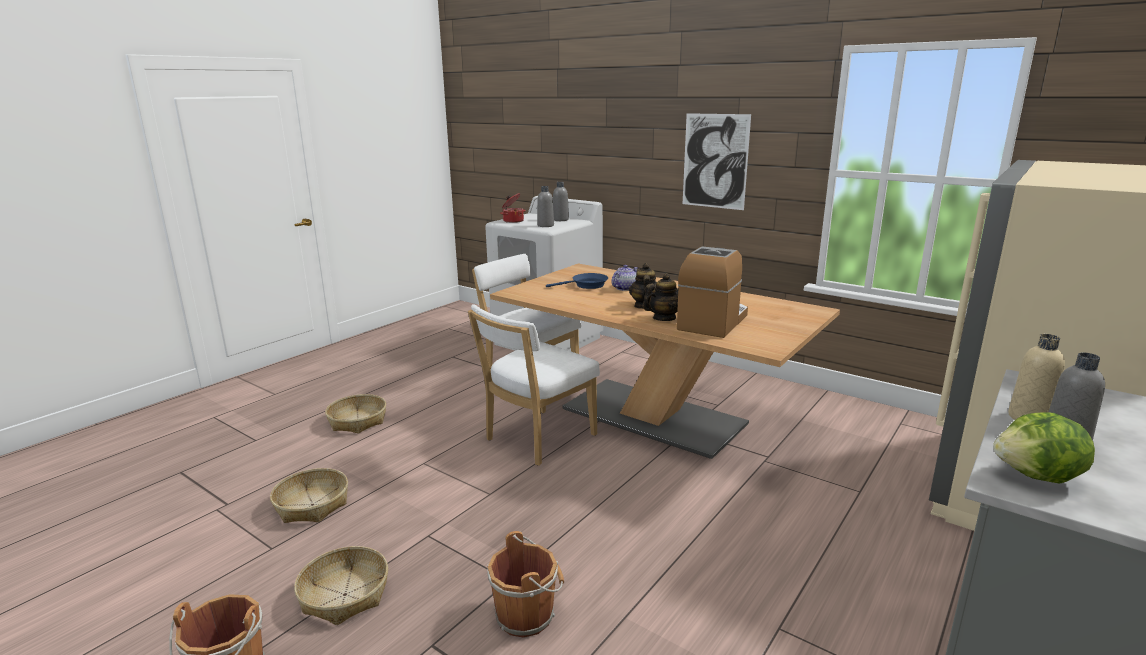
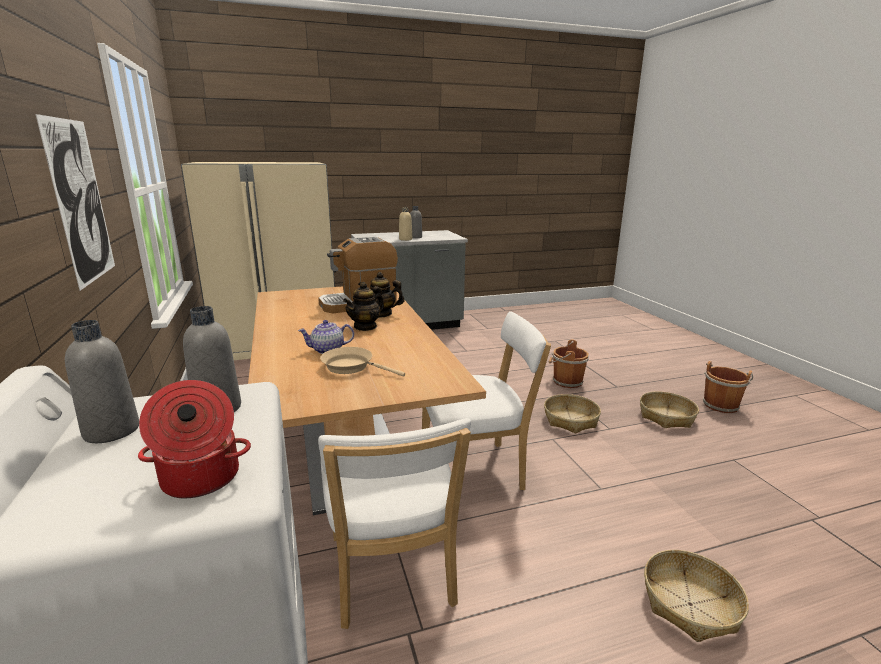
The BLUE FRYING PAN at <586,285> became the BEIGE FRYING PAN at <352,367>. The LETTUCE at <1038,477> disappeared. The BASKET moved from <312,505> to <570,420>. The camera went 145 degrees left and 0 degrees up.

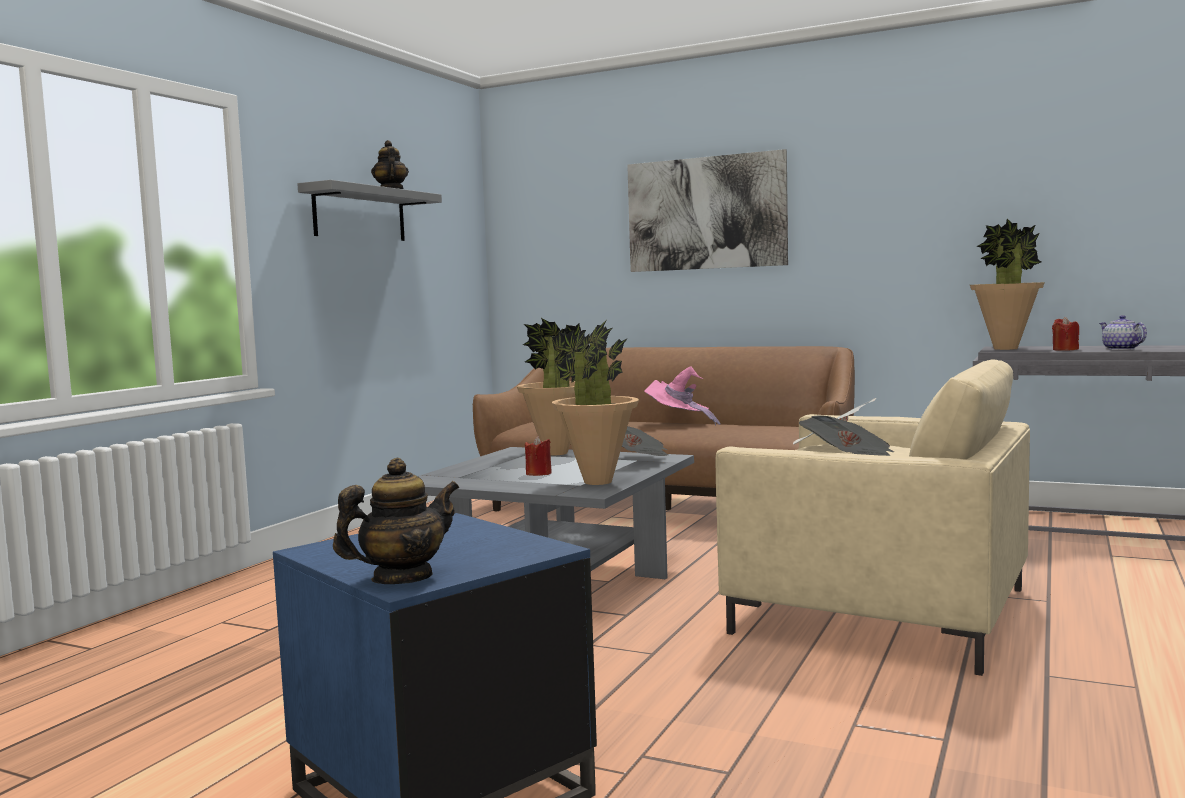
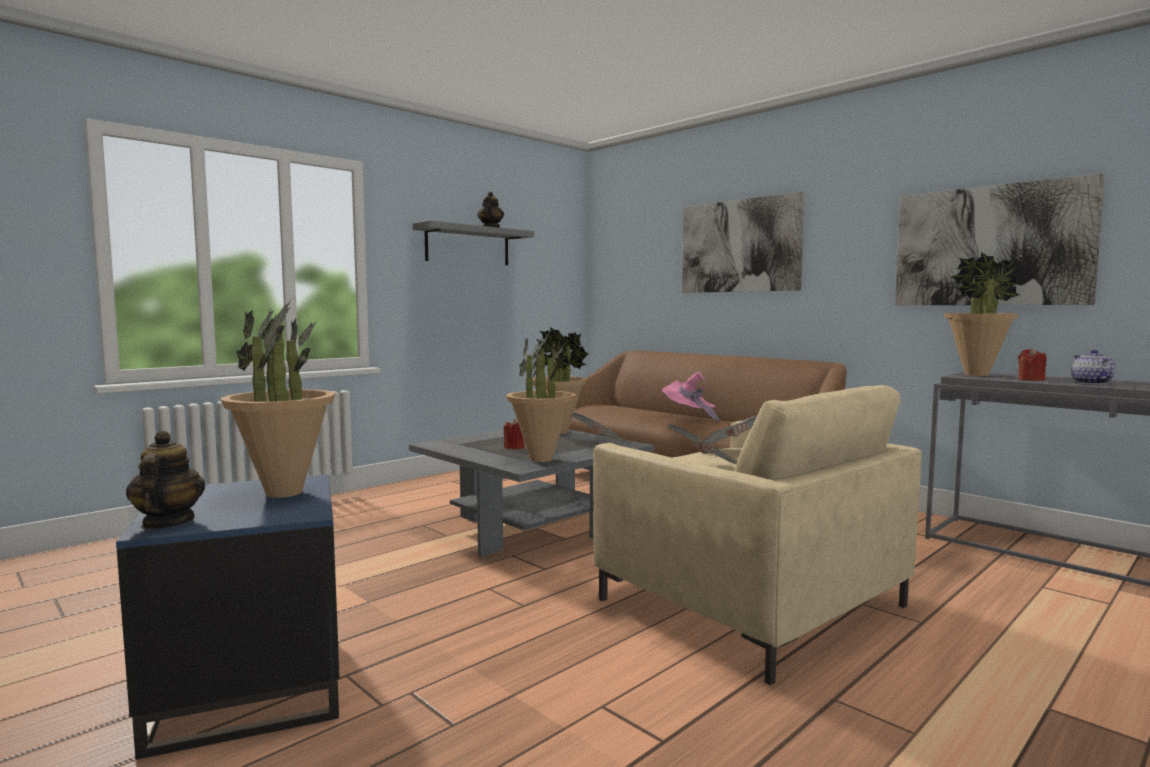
The TEAPOT at <401,578> turned 90 degrees counterclockwise. The PICTURE at <990,246> appeared. The POTTED PLANT at <283,493> appeared. The camera went 20 degrees right and 0 degrees up.

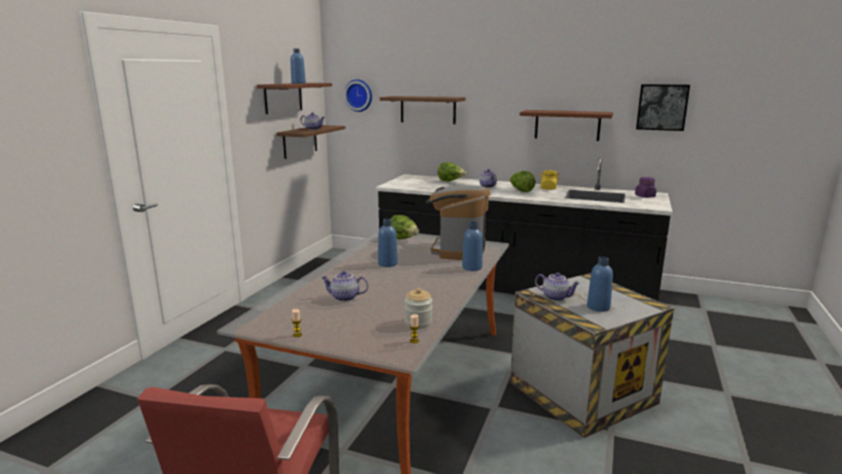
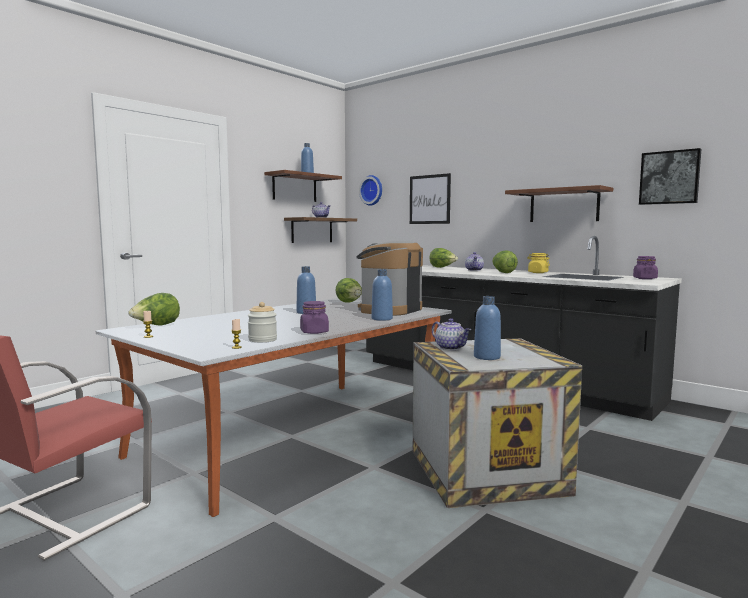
The BROWN SHELF at <428,109> was replaced by the PICTURE at <429,199>. The TEAPOT at <344,298> disappeared. The LETTUCE at <156,326> appeared. The PURPLE JAR at <314,332> appeared. The camera went 20 degrees right and 10 degrees down.

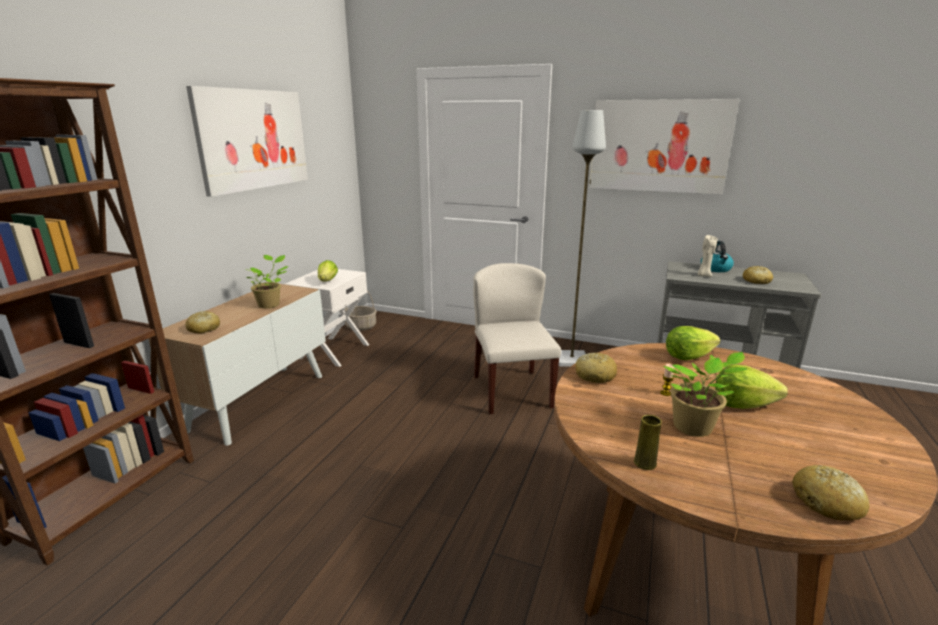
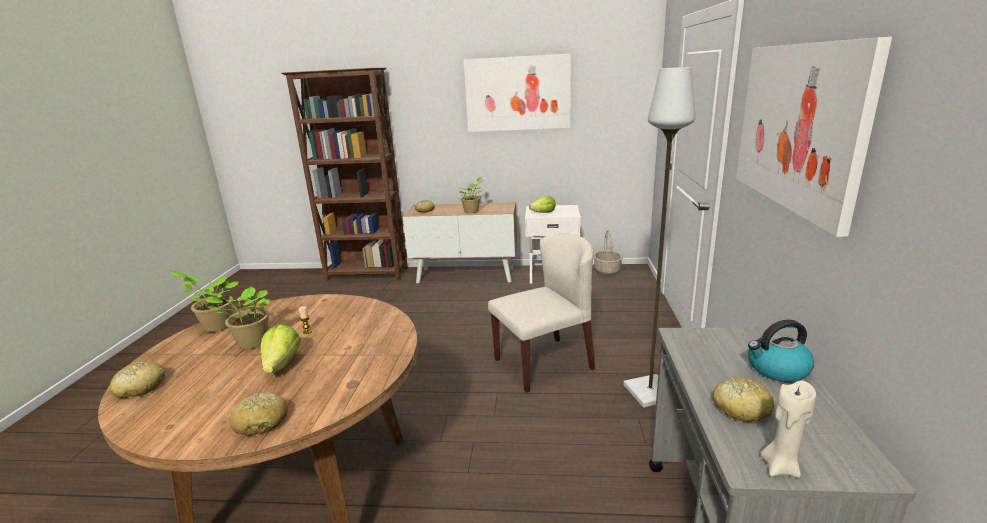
The BEIGE CANDLE moved from <703,275> to <780,467>. The LETTUCE at <687,357> disappeared. The BREAD moved from <594,375> to <262,422>. The YELLOW VASE at <644,463> was replaced by the POTTED PLANT at <216,326>. The camera went 75 degrees right and 0 degrees up.

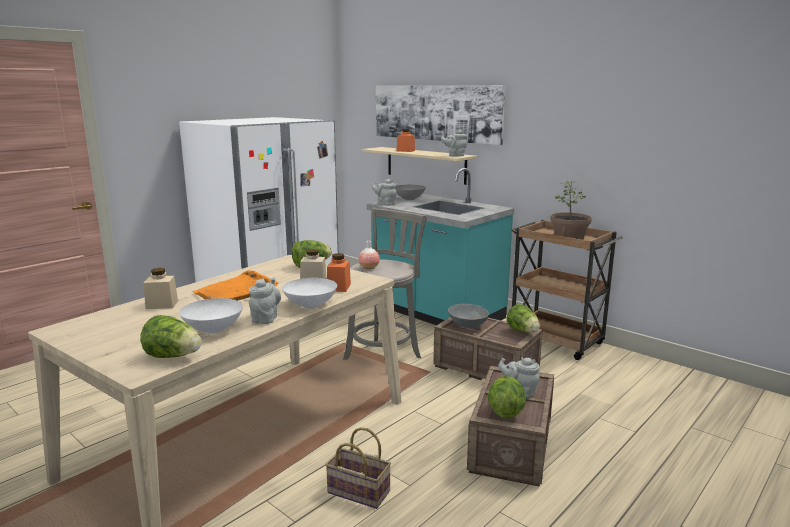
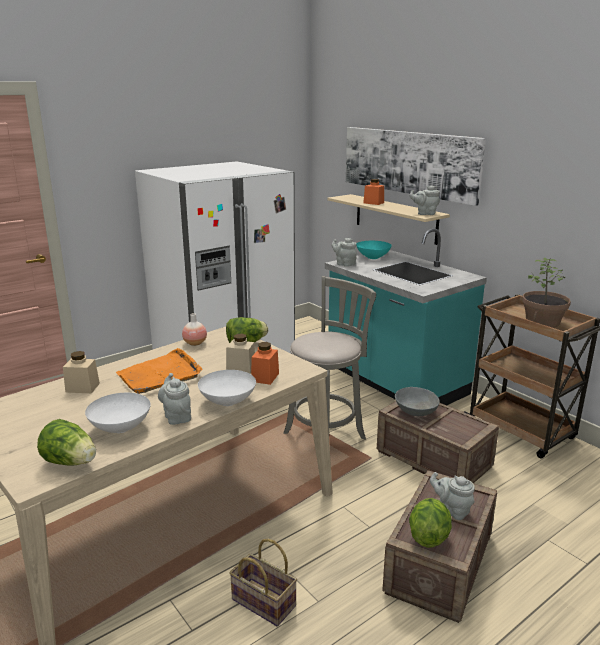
The GREY BOWL at <410,199> became the TURQUOISE BOWL at <373,257>. The VASE moved from <369,267> to <195,343>. The GREY TEAPOT at <265,318> turned 45 degrees counterclockwise. The LETTUCE at <523,331> disappeared. The camera went 10 degrees right and 5 degrees up.

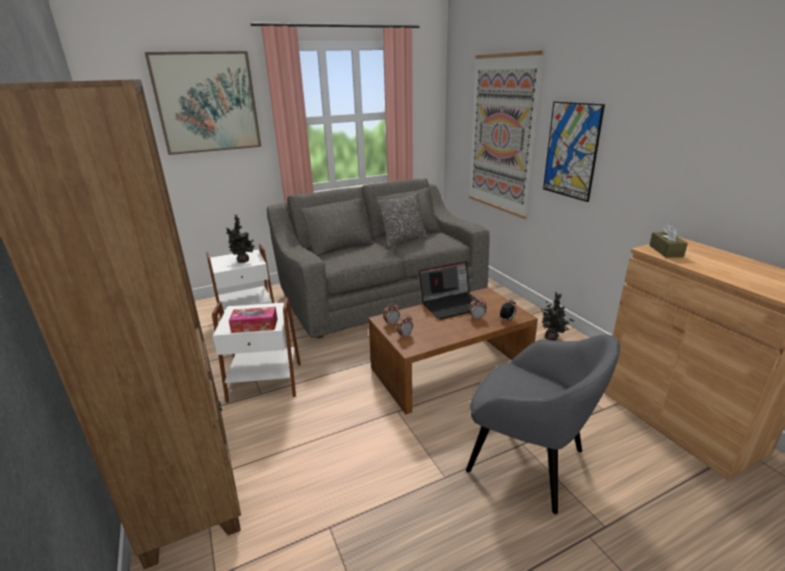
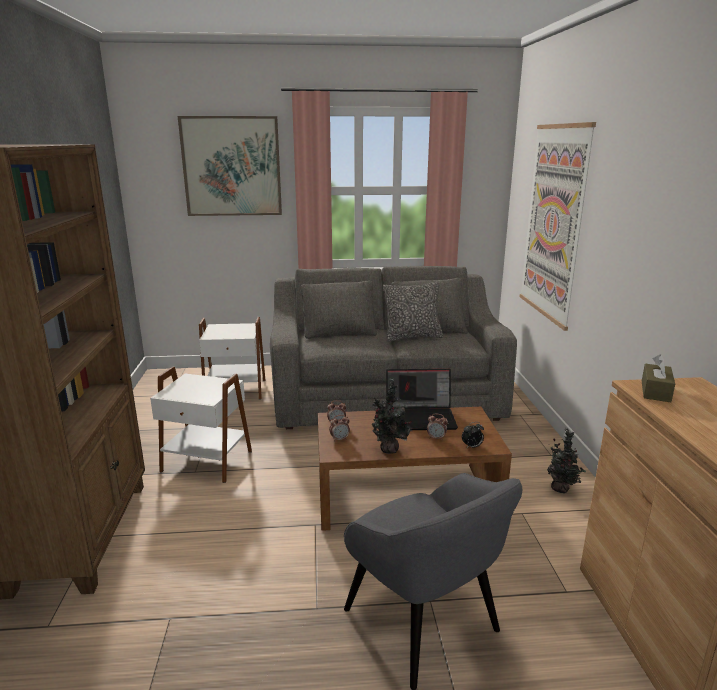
The PICTURE at <571,150> disappeared. The POTTED PLANT moved from <243,261> to <389,450>. The TISSUE BOX at <255,325> disappeared. The camera went 20 degrees right and 5 degrees down.

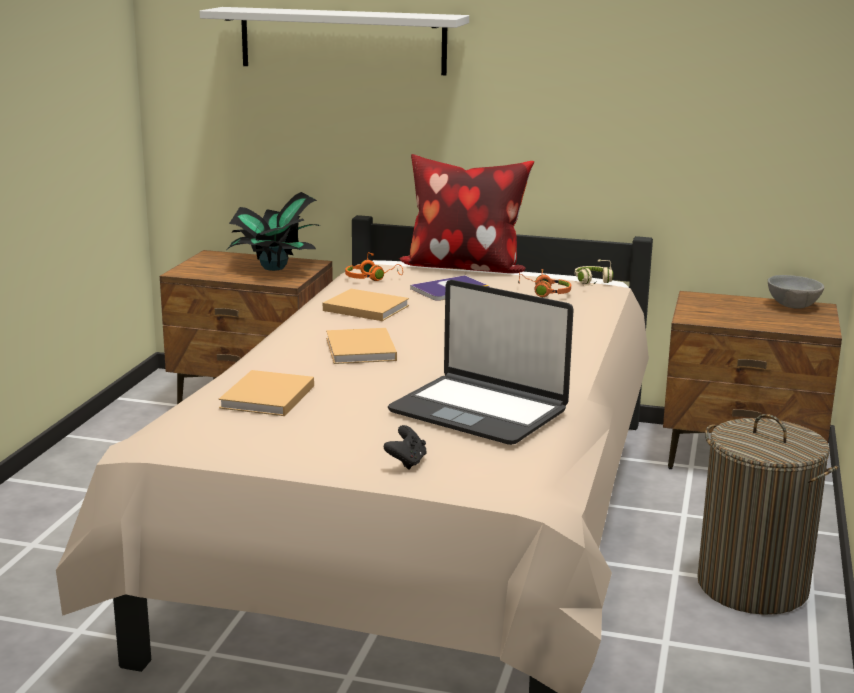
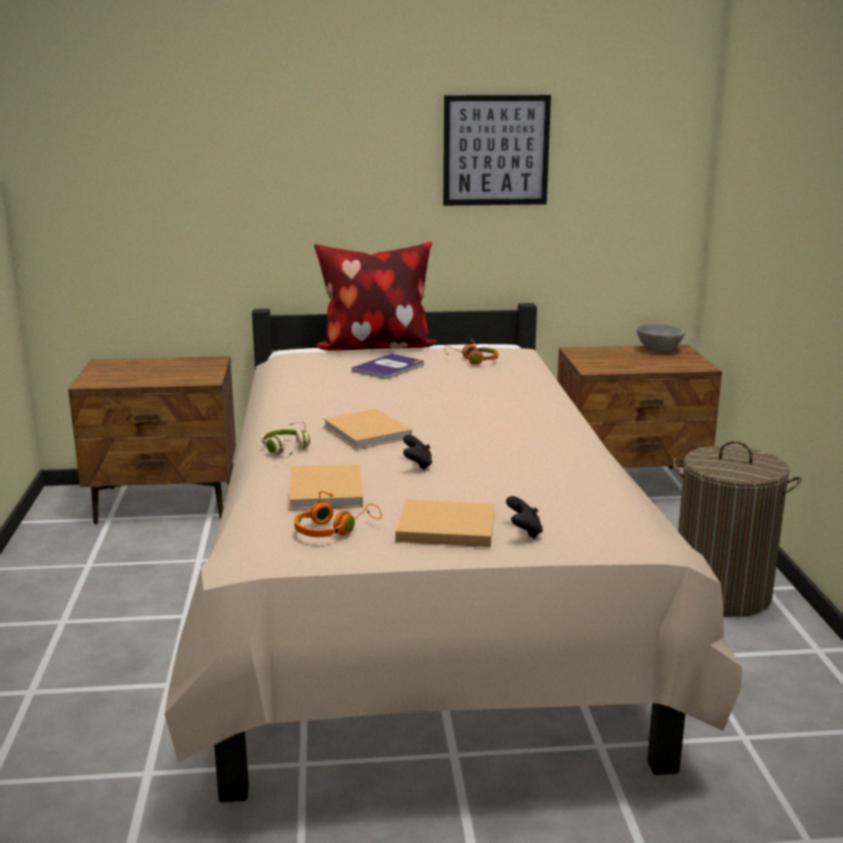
The WHITE SHELF at <342,40> disappeared. The POTTED PLANT at <274,268> disappeared. The ORANGE HEADPHONES moved from <371,278> to <333,530>. The BEIGE HEADPHONES moved from <592,282> to <285,451>. The LAPTOP at <479,411> disappeared. The BEIGE BOOK moved from <364,308> to <443,527>. The PICTURE at <496,150> appeared. The BLACK GAME CONTROLLER at <417,465> appeared. The camera went 20 degrees left and 0 degrees up.

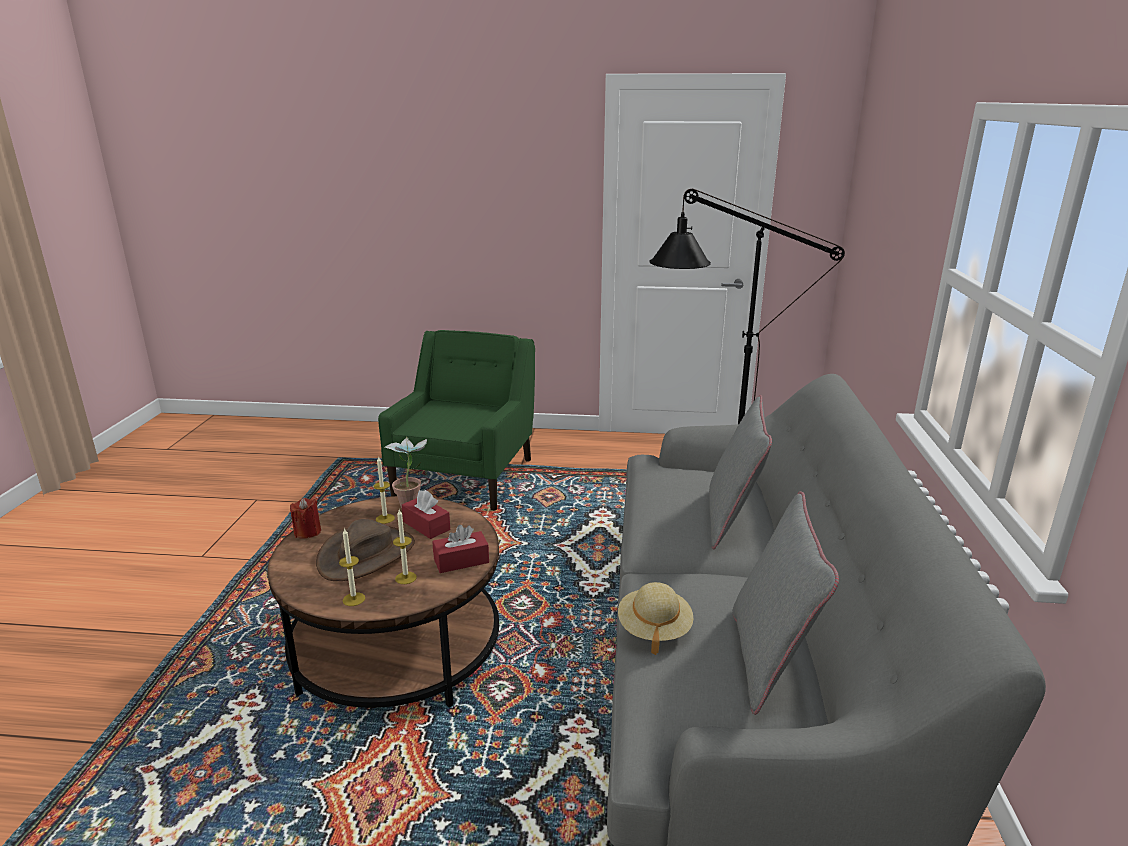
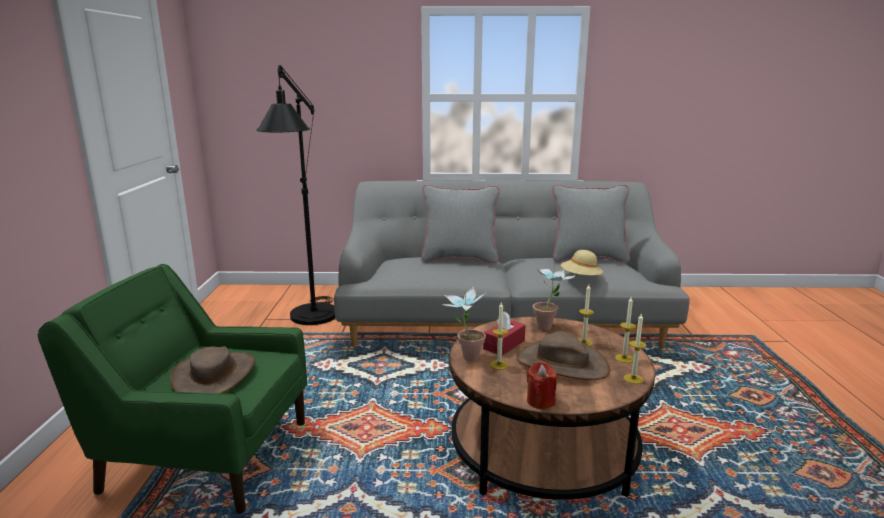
The RED TISSUE BOX at <461,561> was replaced by the POTTED PLANT at <549,326>. The CANDLE at <633,379> appeared. The BROWN HAT at <215,375> appeared. The camera went 95 degrees left and 5 degrees down.

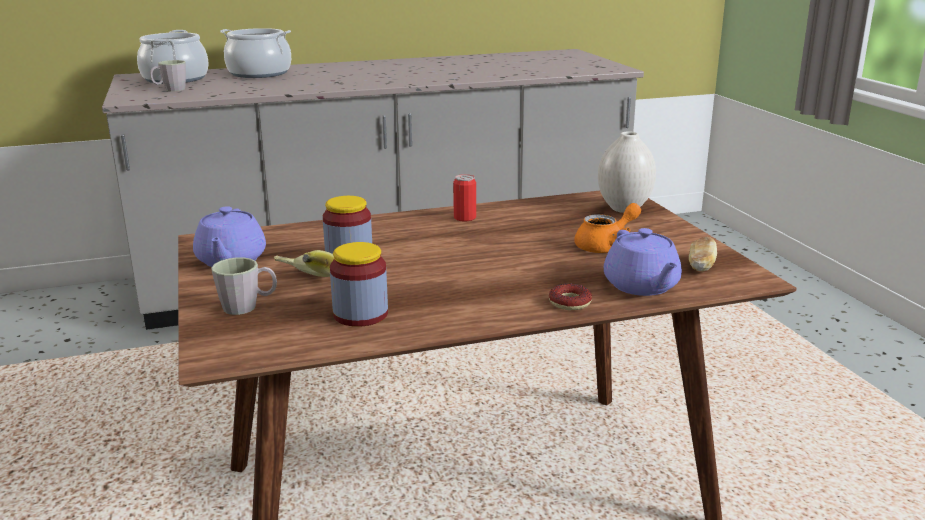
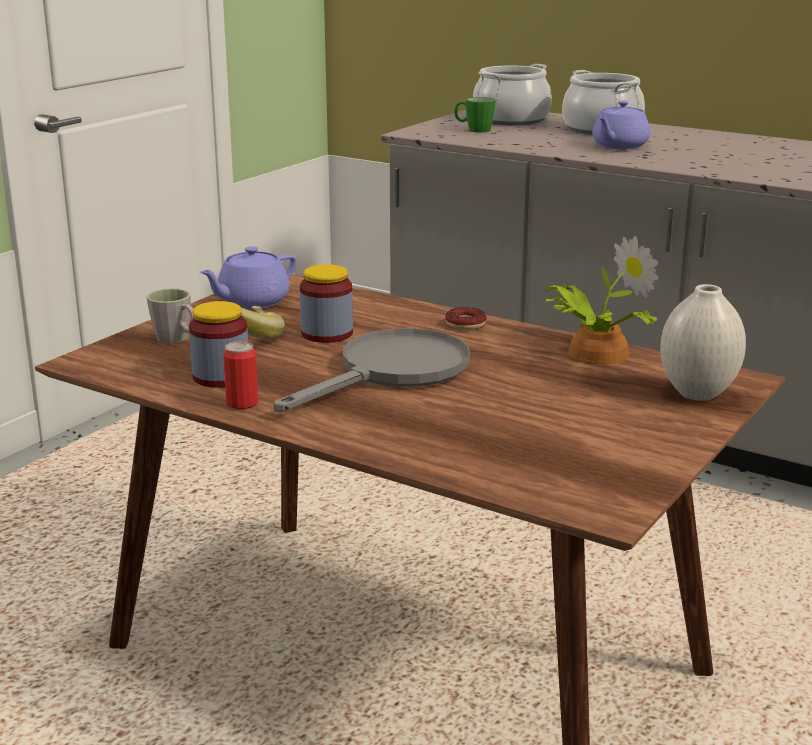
The GREY MUG at <170,90> became the GREEN MUG at <474,130>. The CAN moved from <465,218> to <242,403>. The ORANGE TEAPOT at <606,246> disappeared. The PURPLE TEAPOT moved from <642,286> to <619,146>. The BREAD at <700,266> disappeared. The DONUT moved from <570,302> to <465,324>. The POTTED PLANT at <594,353> appeared. The GREY FRYING PAN at <392,372> appeared. The camera went 50 degrees right and 0 degrees up.

